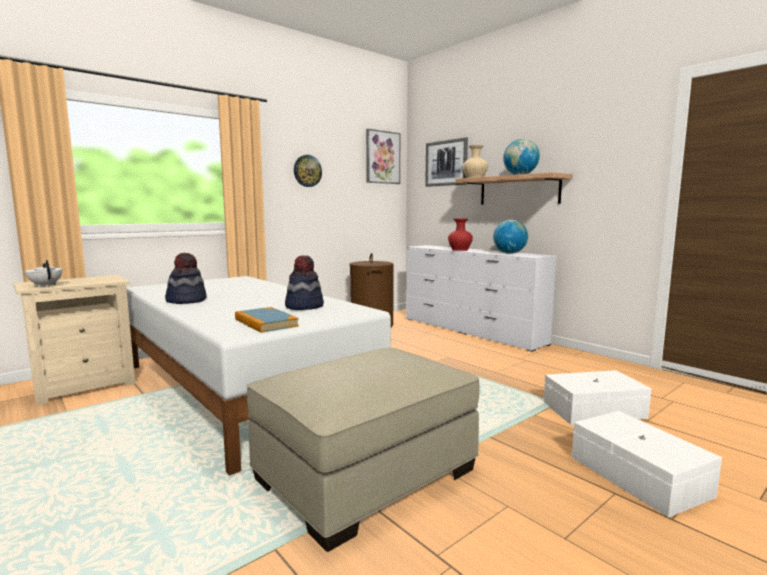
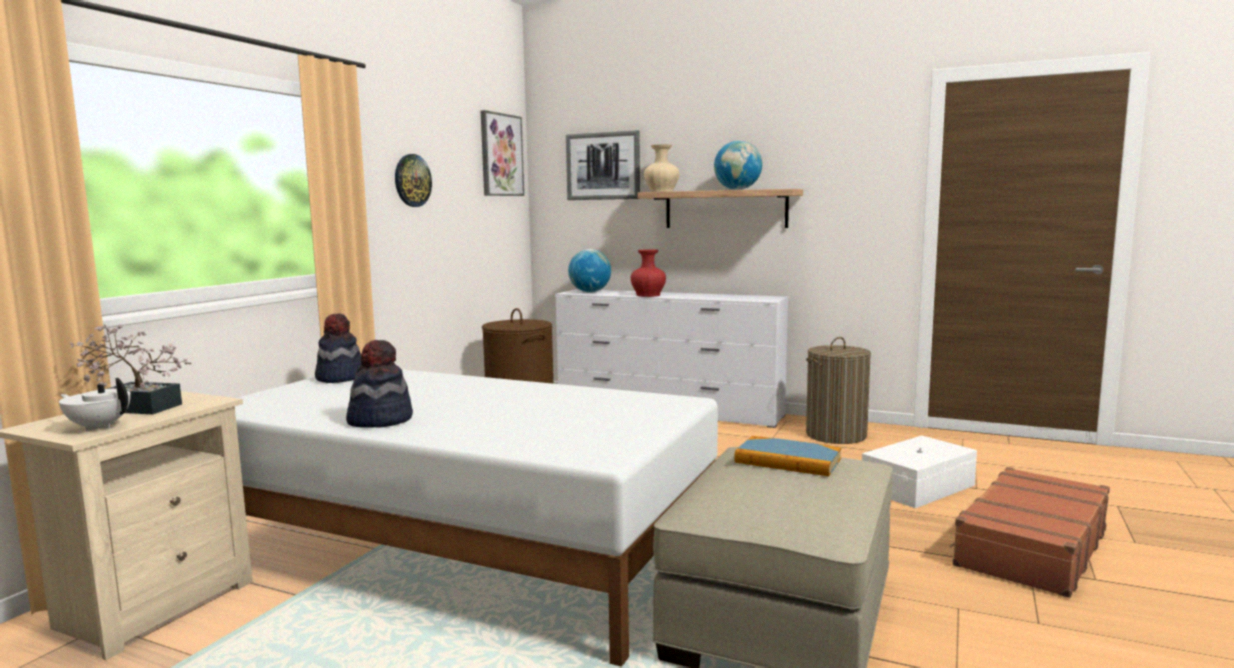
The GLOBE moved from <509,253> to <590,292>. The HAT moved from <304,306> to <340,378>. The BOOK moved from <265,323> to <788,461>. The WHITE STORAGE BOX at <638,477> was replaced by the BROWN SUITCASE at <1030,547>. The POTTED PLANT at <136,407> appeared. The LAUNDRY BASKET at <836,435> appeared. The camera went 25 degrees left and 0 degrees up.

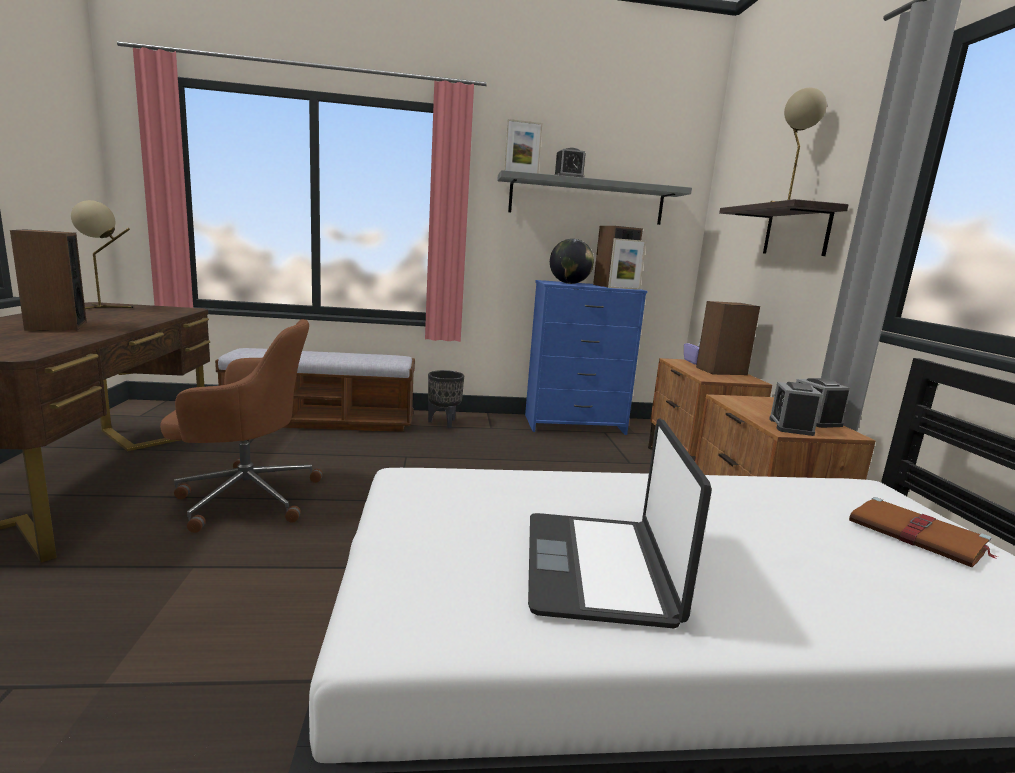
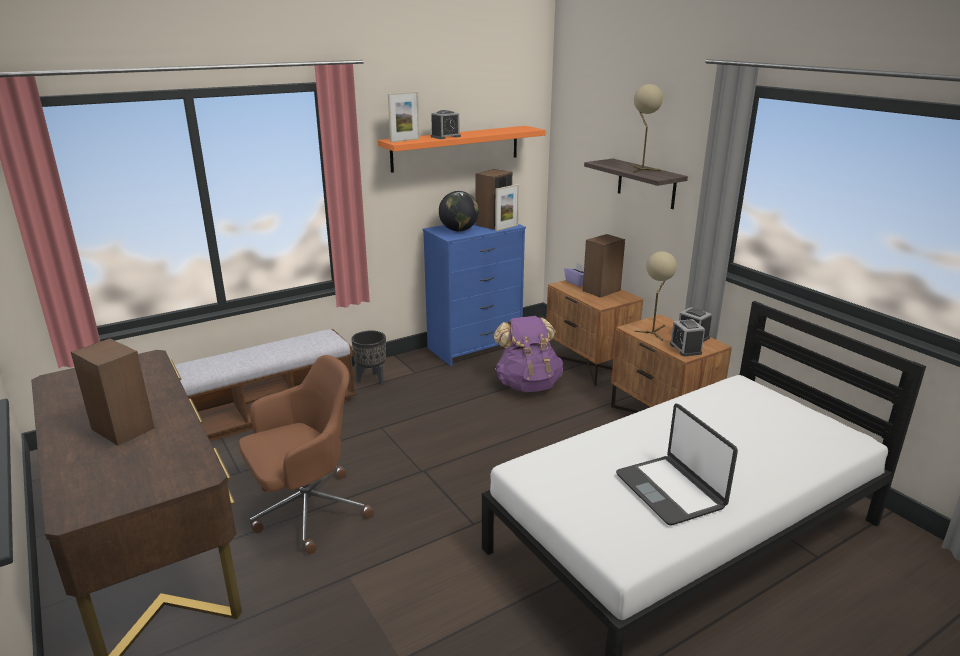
The GREY SHELF at <587,200> became the ORANGE SHELF at <456,148>. The BEIGE TABLE LAMP moved from <104,307> to <654,332>. The BROWN BOOK at <918,536> disappeared. The PURPLE BACKPACK at <528,384> appeared. The camera went 25 degrees left and 10 degrees up.

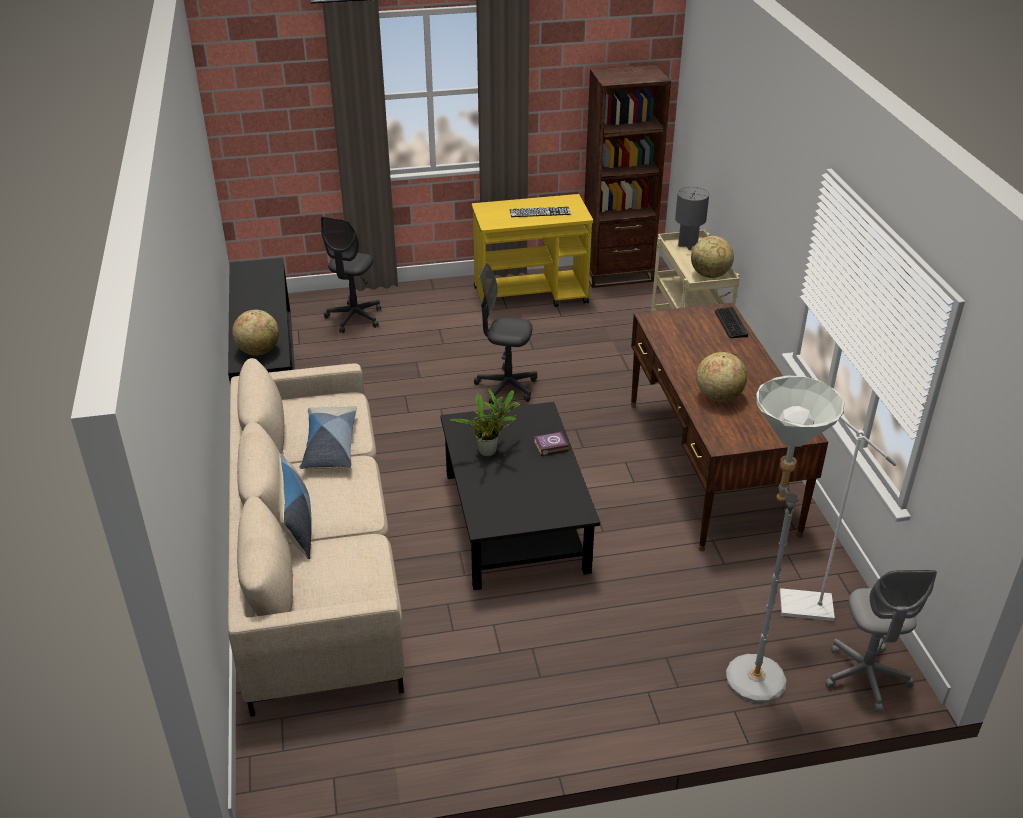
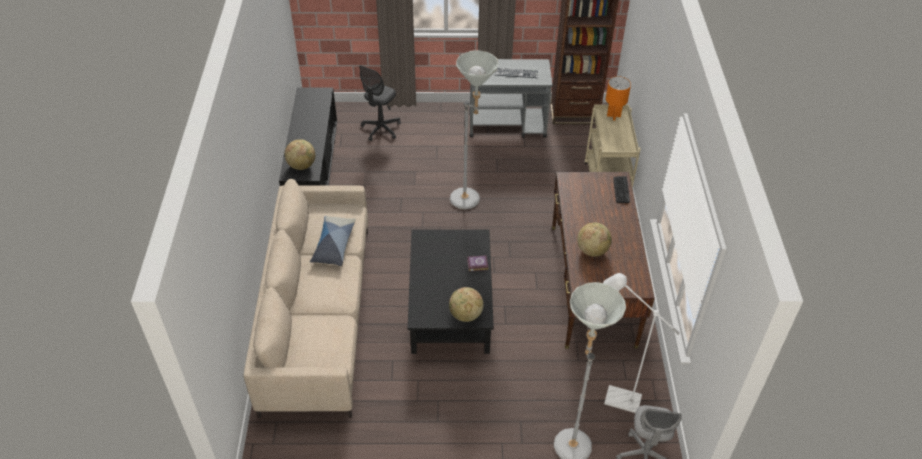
The GREY TABLE LAMP at <688,245> became the ORANGE TABLE LAMP at <614,116>. The YELLOW CART at <531,295> became the GREY CART at <508,125>. The GLOBE moved from <710,275> to <465,315>. The GREY OFFICE CHAIR at <506,387> was replaced by the GREY FLOOR LAMP at <471,201>. The POTTED PLANT at <490,451> disappeared. The PILLOW at <297,524> disappeared. The camera went 10 degrees right and 10 degrees up.

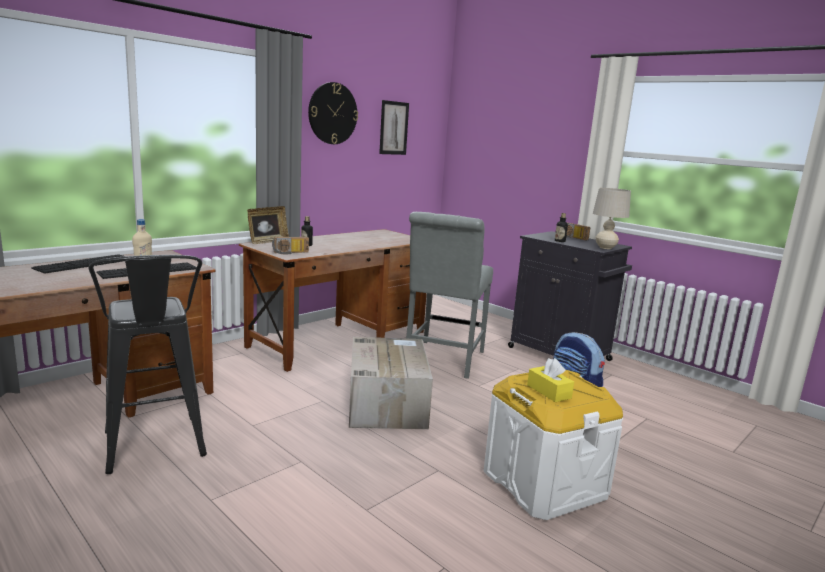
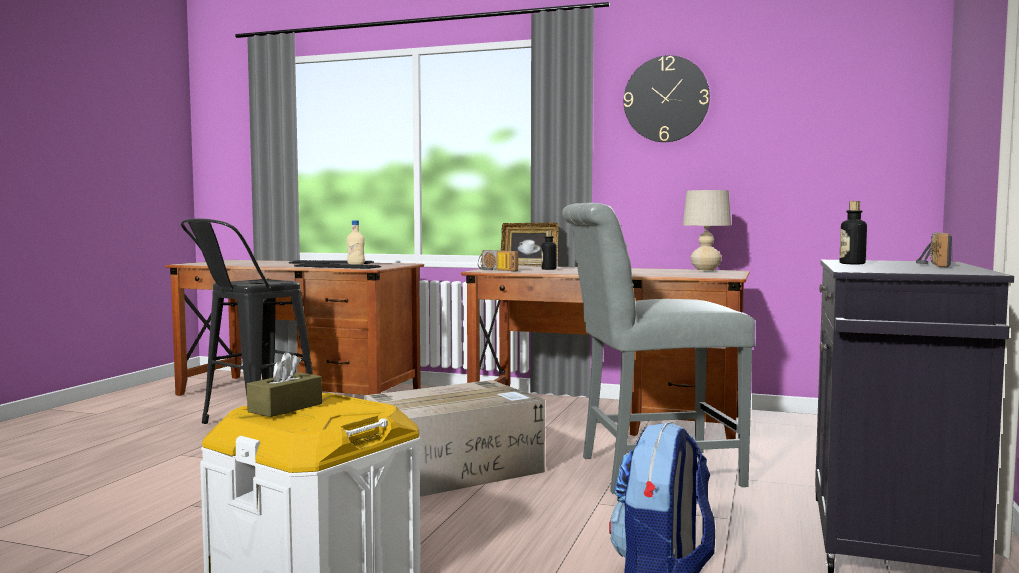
The PICTURE at <393,128> disappeared. The BEIGE TABLE LAMP moved from <605,248> to <705,270>. The YELLOW TISSUE BOX at <549,391> became the BROWN TISSUE BOX at <285,408>. The camera went 65 degrees right and 10 degrees down.

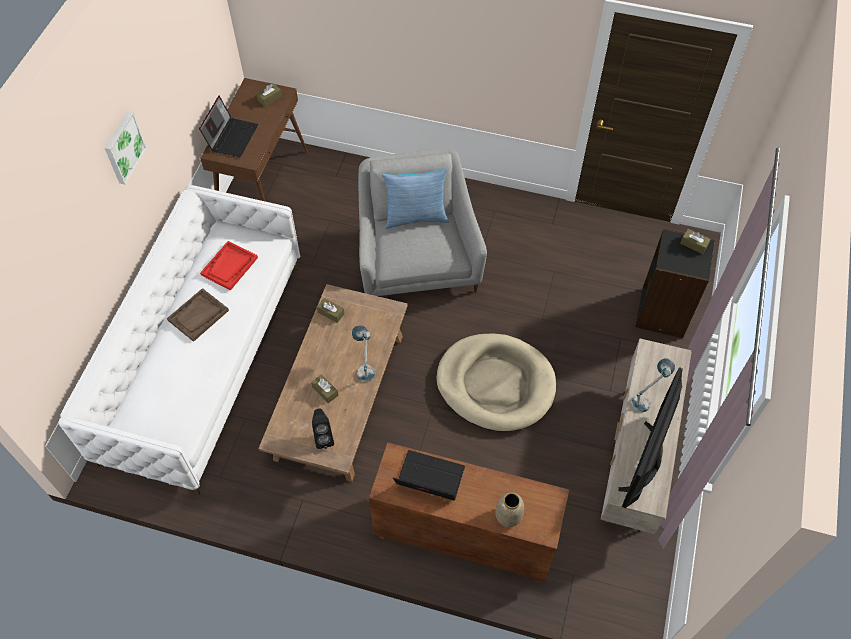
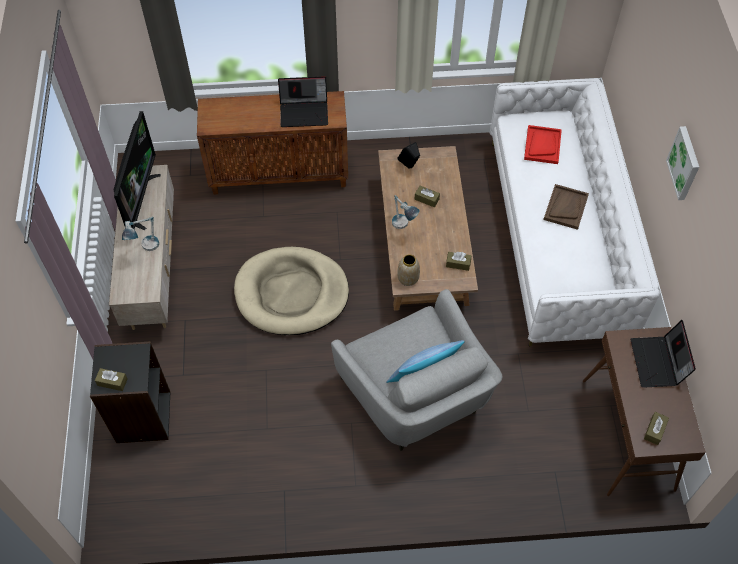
The RED TRAY moved from <229,266> to <542,145>. The VASE moved from <508,516> to <407,278>. The camera went 160 degrees right and 0 degrees up.

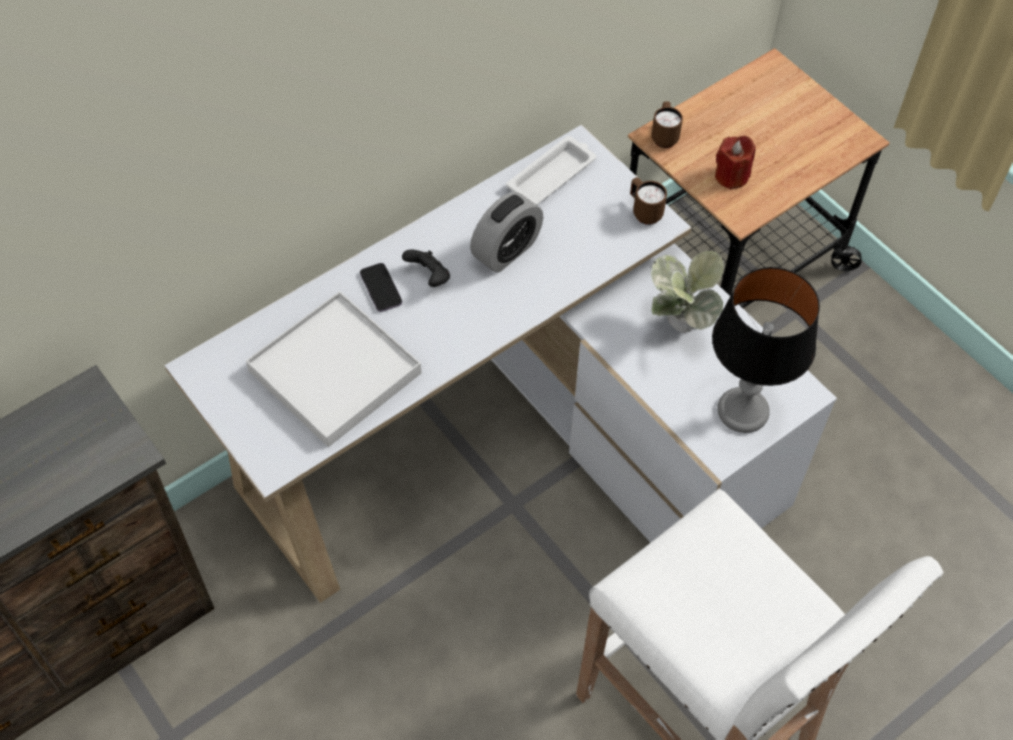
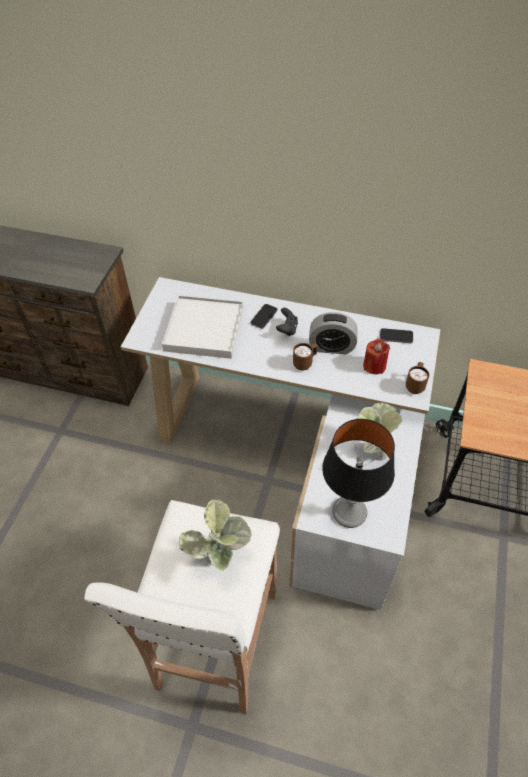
The BROWN MUG moved from <664,136> to <305,363>. The WHITE TRAY at <552,175> was replaced by the PHONE at <396,337>. The RED CANDLE moved from <731,176> to <374,366>. The POTTED PLANT at <220,559> appeared. The camera went 55 degrees right and 5 degrees down.

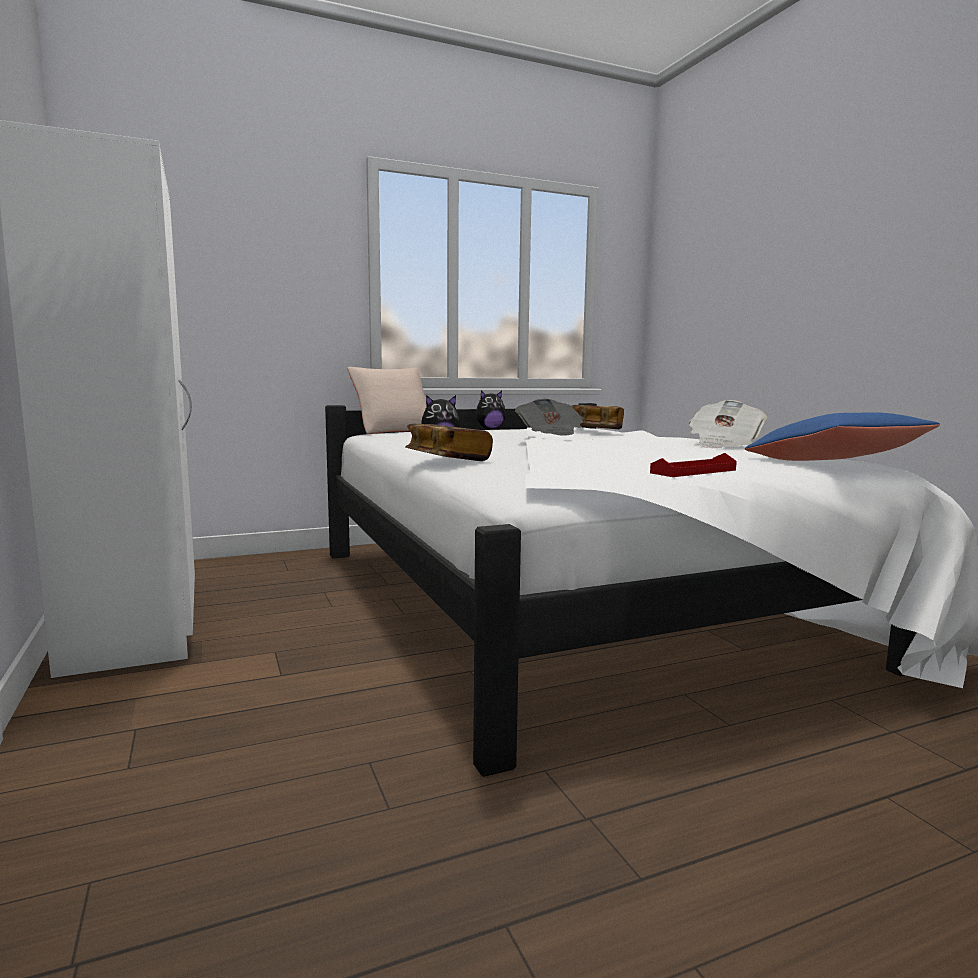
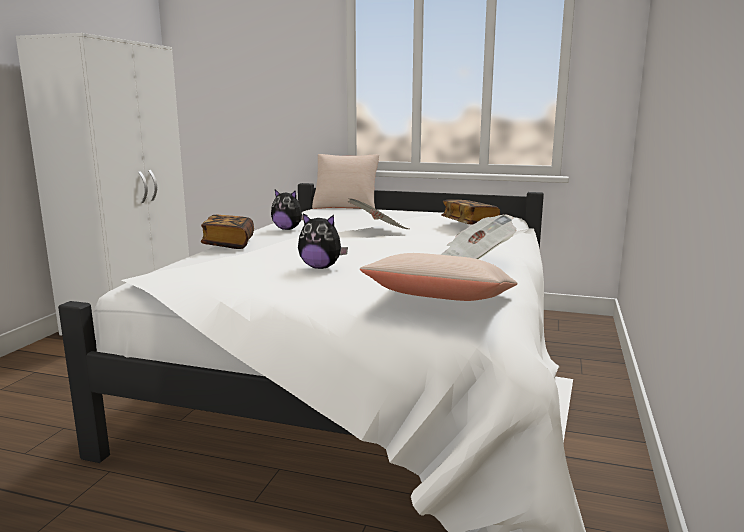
The PLUSH TOY moved from <489,429> to <321,267>. The BLUE PILLOW at <834,463> became the BEIGE PILLOW at <442,302>. The RED TRAY at <693,471> disappeared. The camera went 40 degrees right and 5 degrees up.

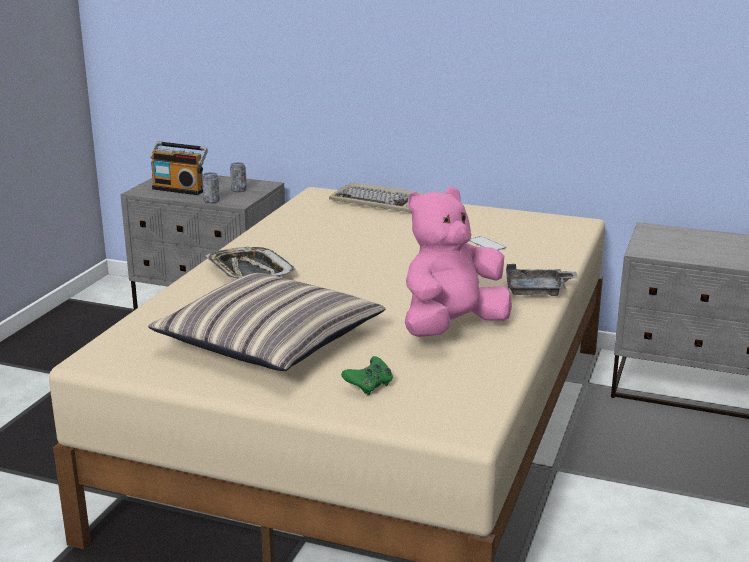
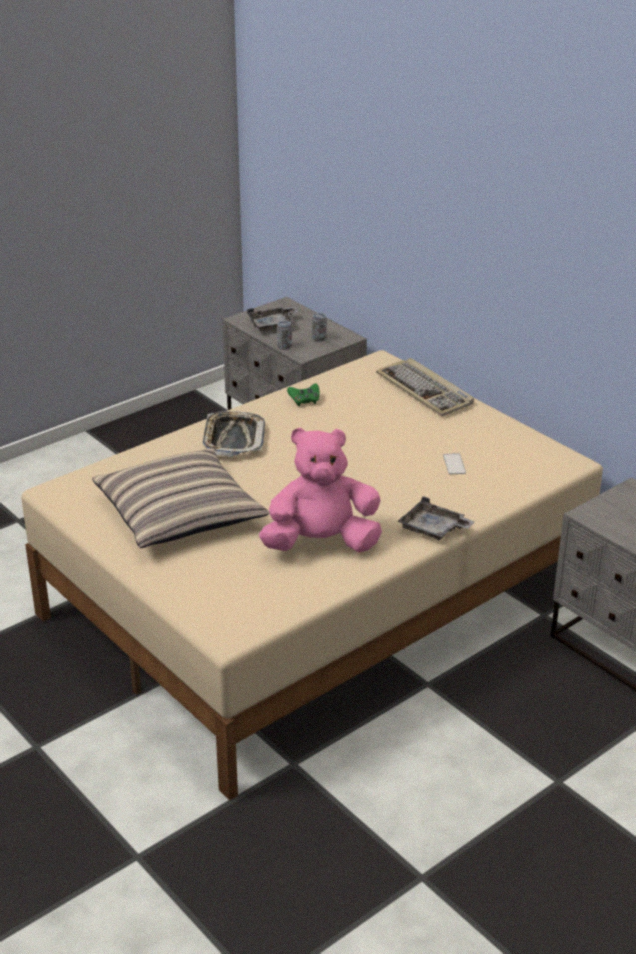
The RADIO at <180,189> was replaced by the GREY TRAY at <273,325>. The GREEN GAME CONTROLLER moved from <369,386> to <304,401>. The camera went 30 degrees right and 10 degrees up.

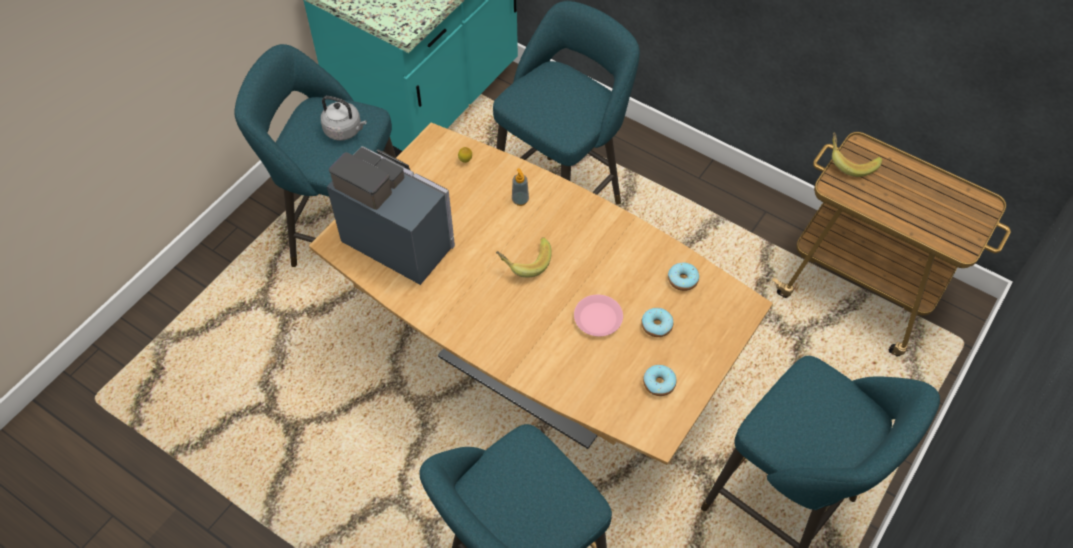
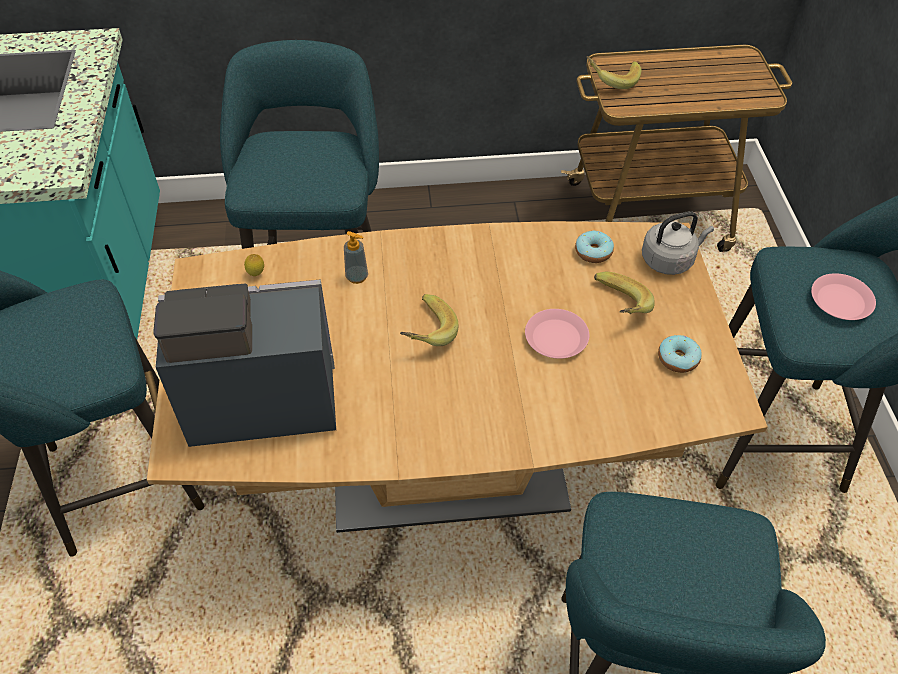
The GREY KETTLE moved from <345,130> to <669,260>. The DONUT at <656,325> was replaced by the BANANA at <616,308>. The PINK PLATE at <841,301> appeared. The camera went 40 degrees left and 5 degrees down.

